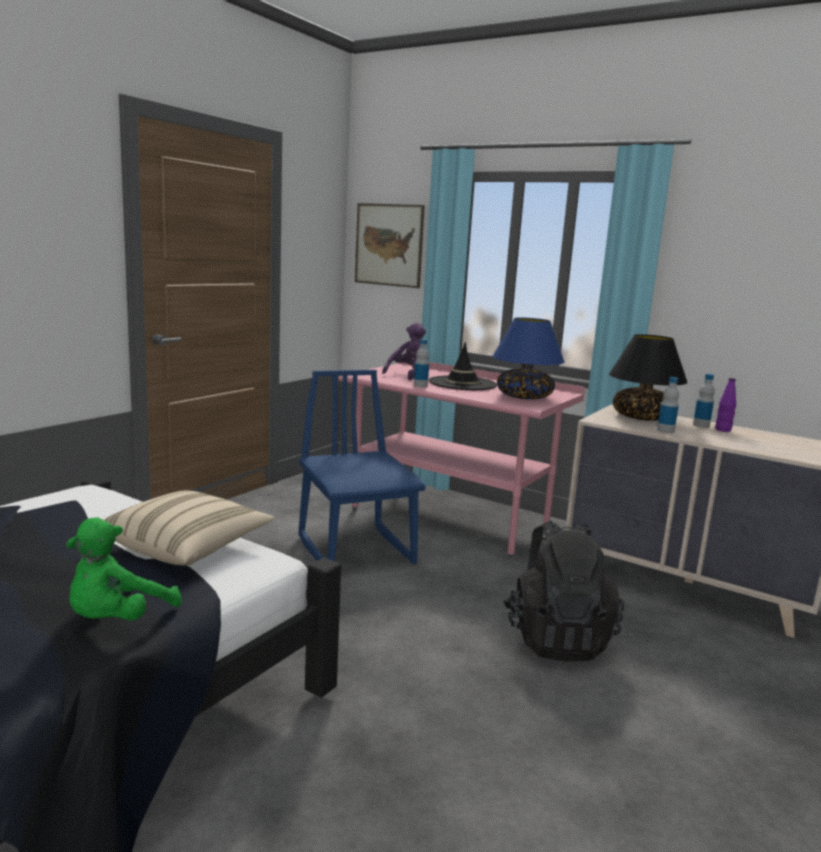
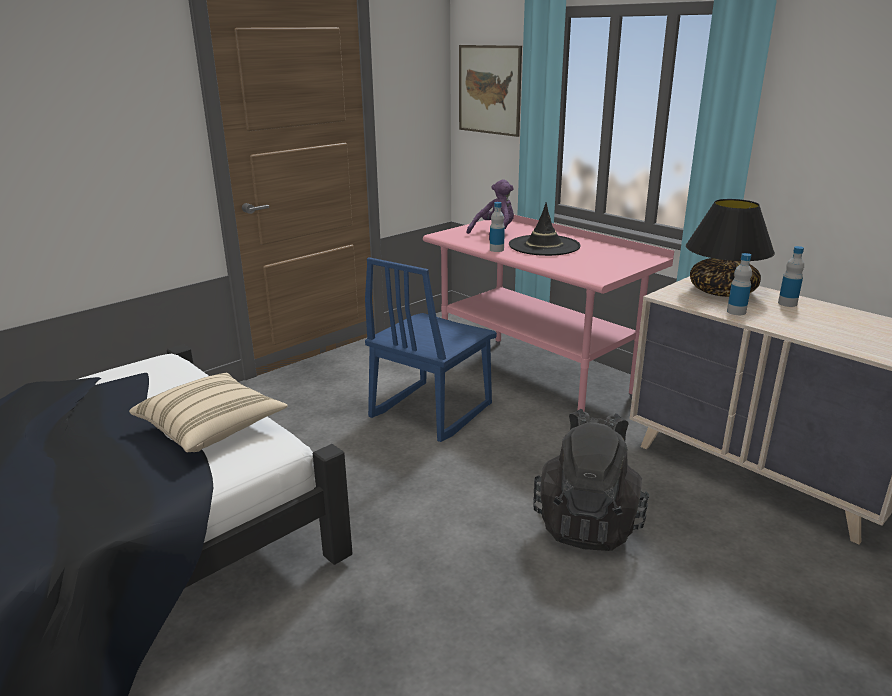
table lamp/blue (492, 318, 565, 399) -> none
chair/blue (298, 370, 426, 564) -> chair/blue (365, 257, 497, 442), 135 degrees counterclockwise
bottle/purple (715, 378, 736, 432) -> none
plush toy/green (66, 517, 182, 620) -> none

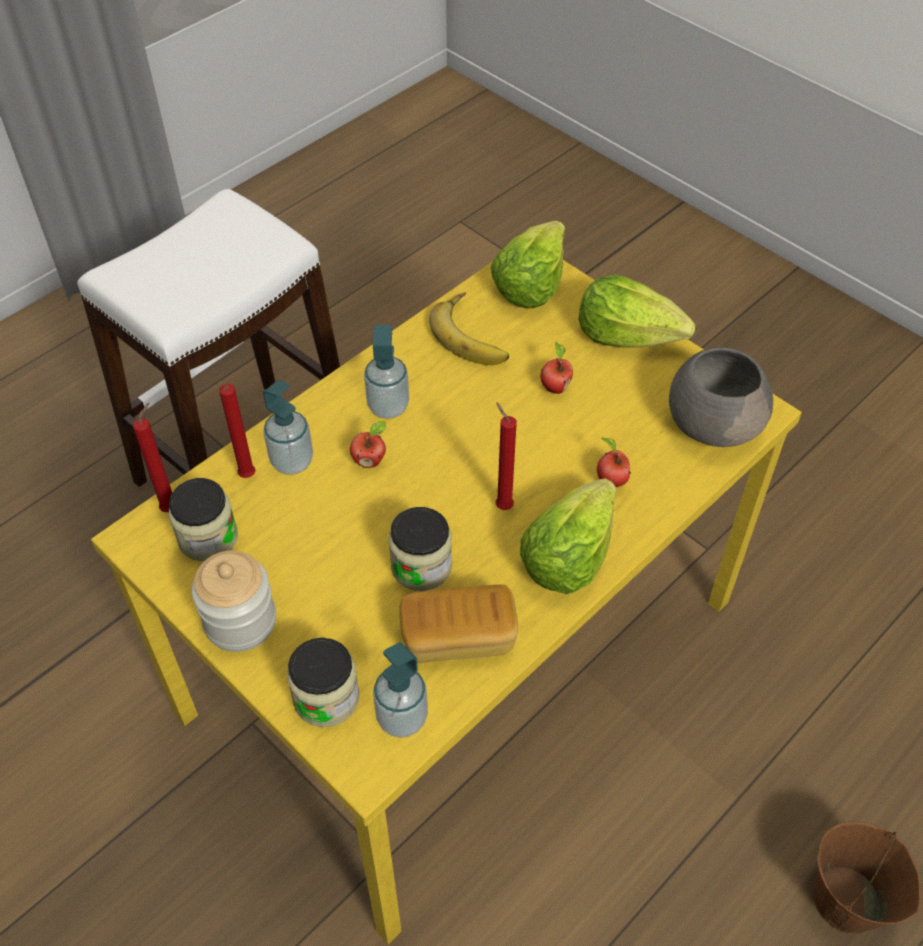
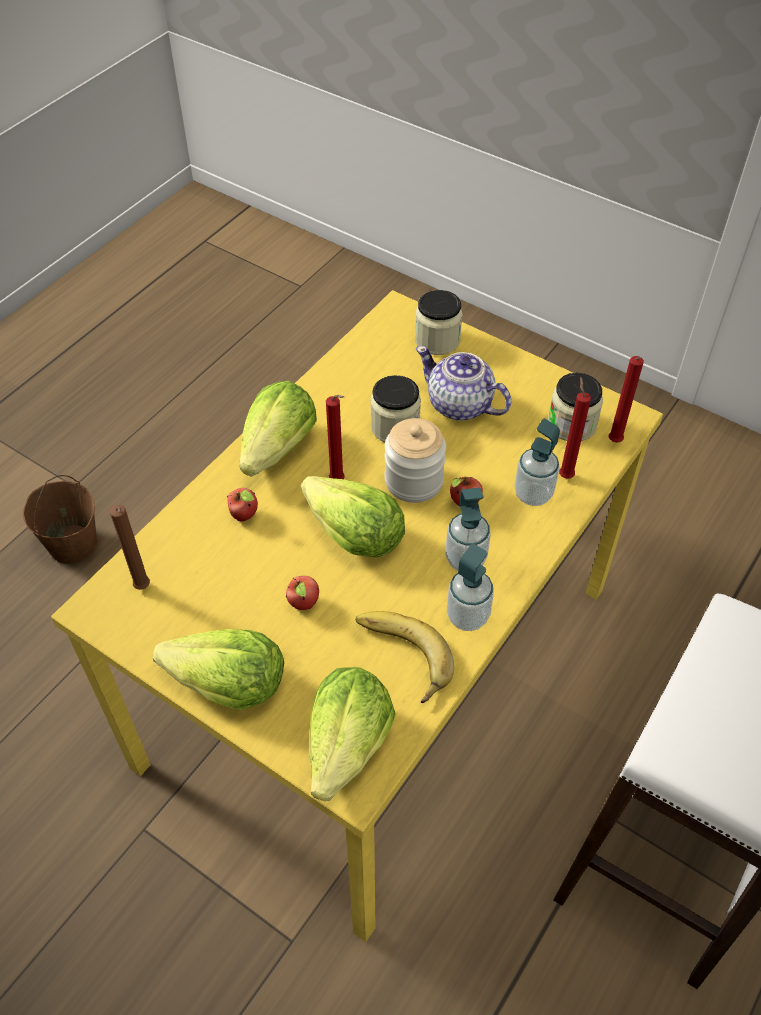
bowl/grey (669, 347, 773, 447) -> candle/brown (110, 505, 150, 590)
jar (192, 550, 276, 652) -> jar (385, 418, 446, 503), move
bread (399, 584, 518, 663) -> none
soap dispenser (373, 642, 428, 738) -> soap dispenser (447, 544, 494, 631), move
none -> teapot (416, 346, 511, 421)
none -> lettuce (301, 476, 405, 558)

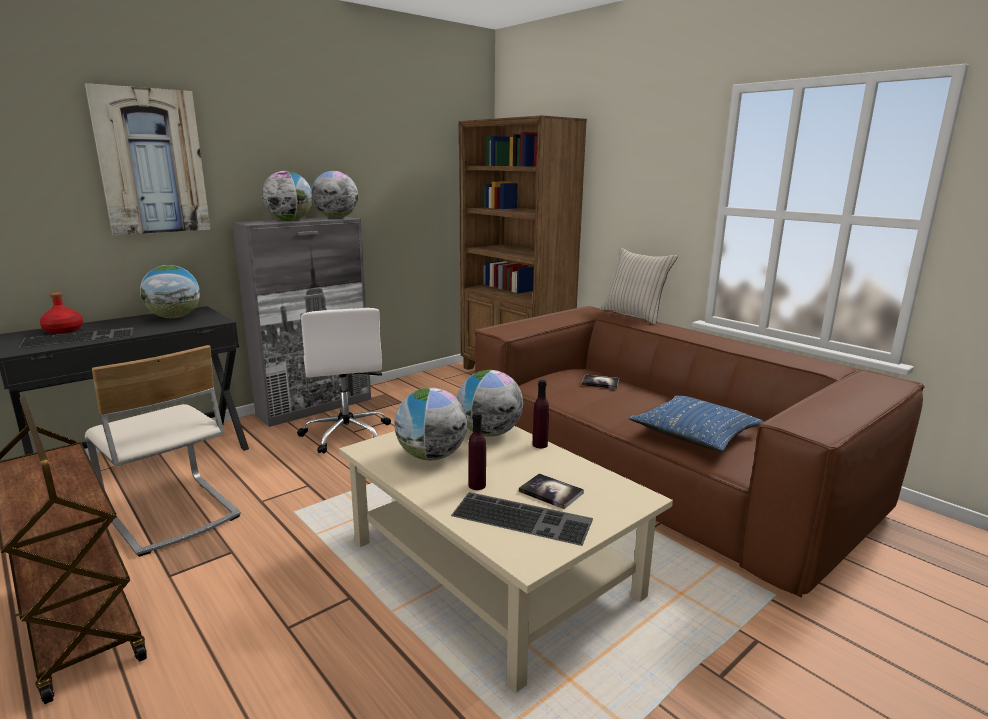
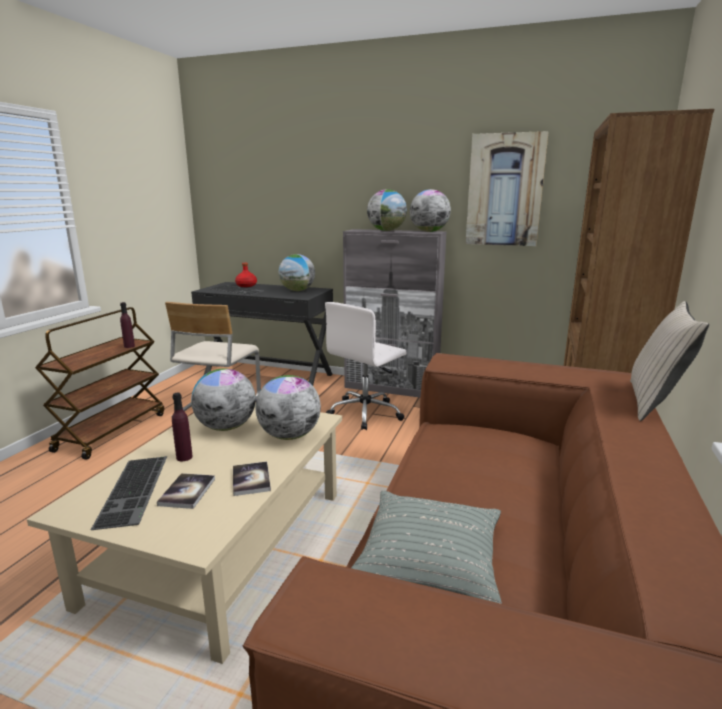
picture (85, 83, 211, 235) -> picture (465, 131, 549, 246), move
book (582, 375, 619, 389) -> book (233, 462, 271, 496), move
bottle/purple (533, 380, 549, 448) -> bottle/purple (120, 302, 135, 348), move
pillow/blue (629, 395, 764, 451) -> pillow/grey (351, 491, 502, 604)

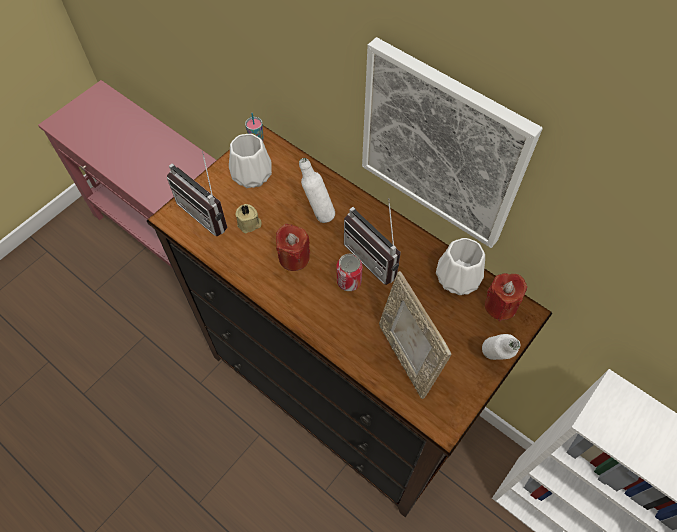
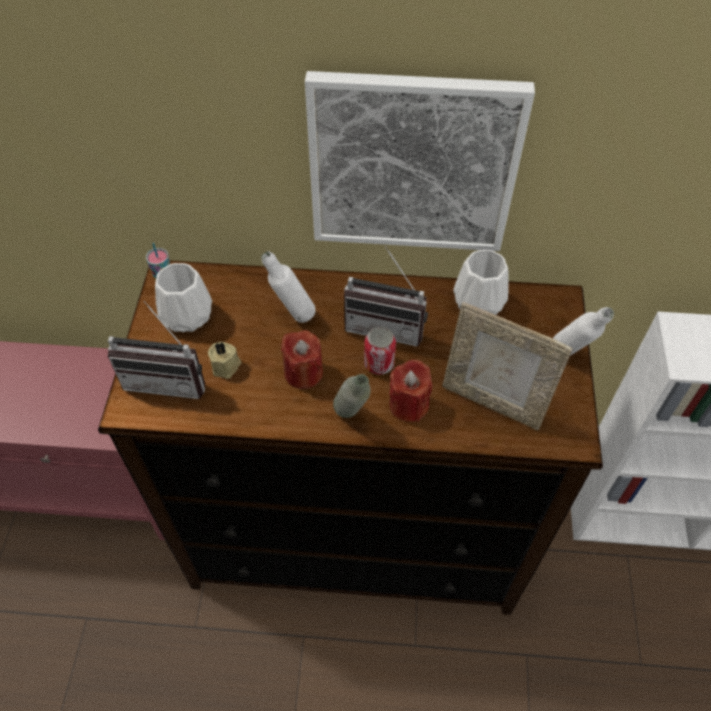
candle/red (485, 273, 527, 321) -> candle/red (389, 360, 432, 422), move
none -> bottle/grey (333, 374, 371, 418)

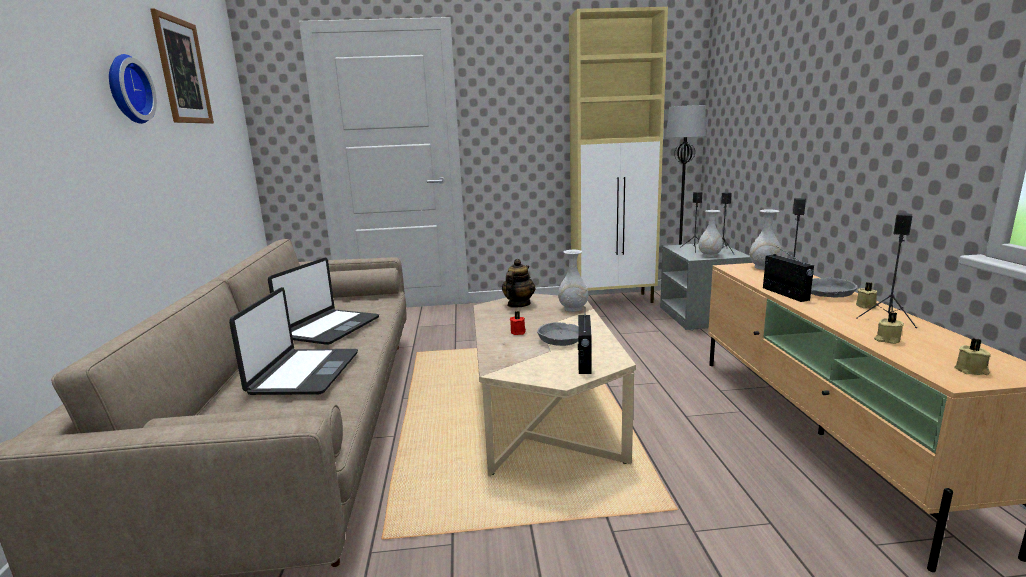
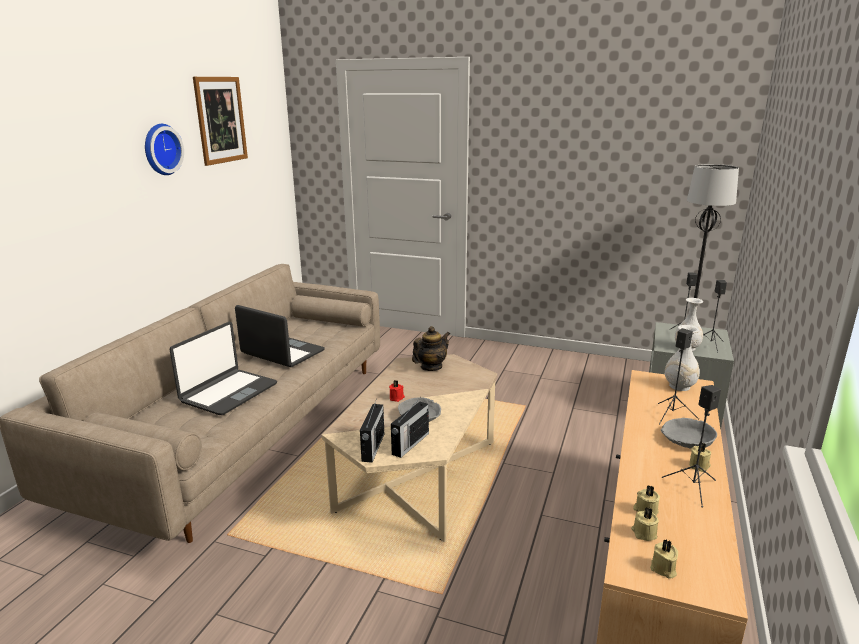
cabinet/beige (569, 7, 668, 303) -> none
radio (763, 246, 814, 302) -> radio (360, 401, 384, 463), move
vase/white (558, 250, 588, 312) -> none
laptop (268, 258, 379, 345) -> laptop (235, 305, 325, 367), 105 degrees counterclockwise
none -> candle/beige (631, 507, 659, 541)

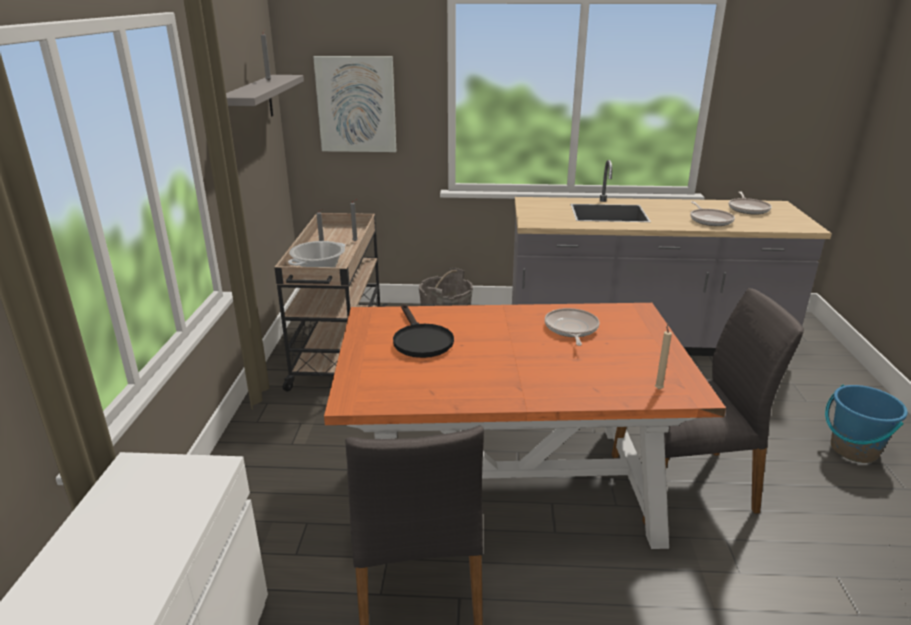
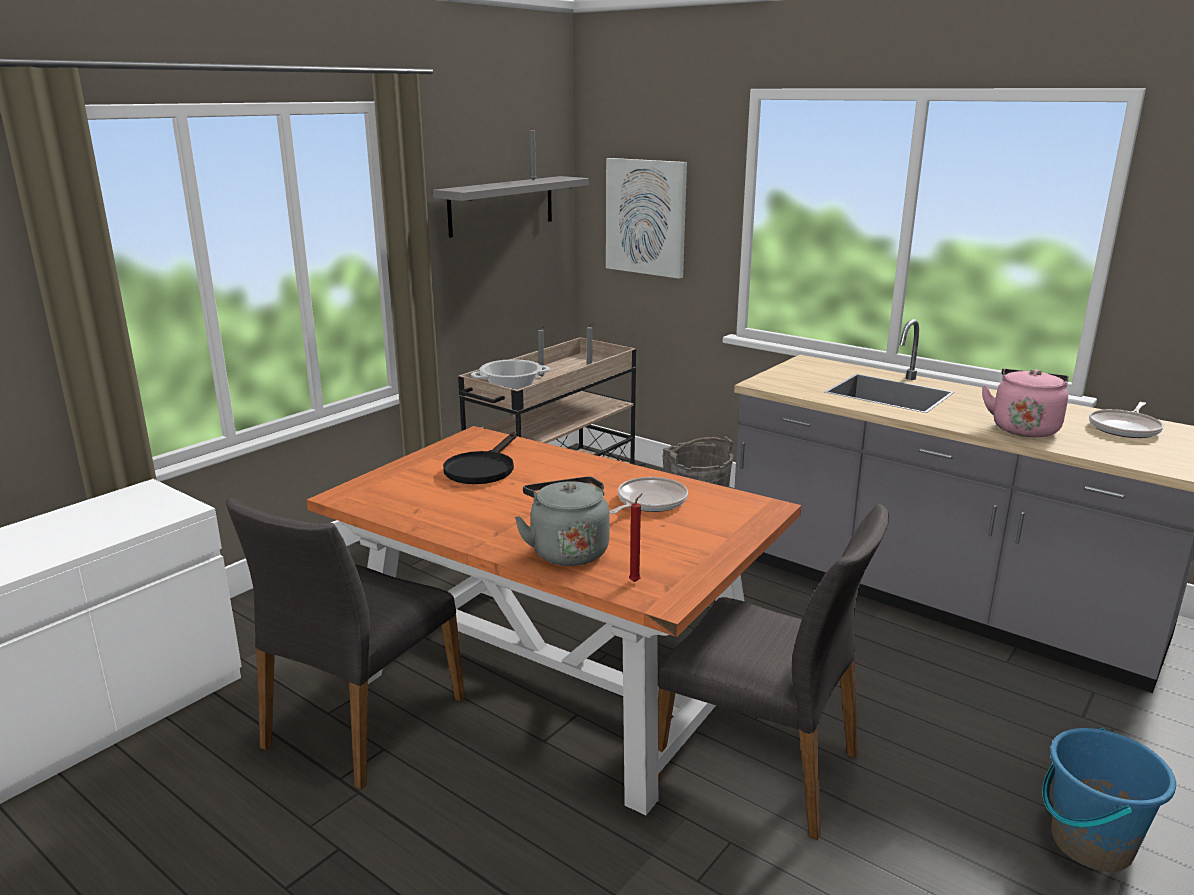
frying pan (690, 201, 735, 226) -> kettle/pink (982, 369, 1069, 437)
candle/beige (655, 323, 672, 389) -> candle/red (629, 493, 643, 582)
none -> kettle/grey (515, 477, 610, 566)

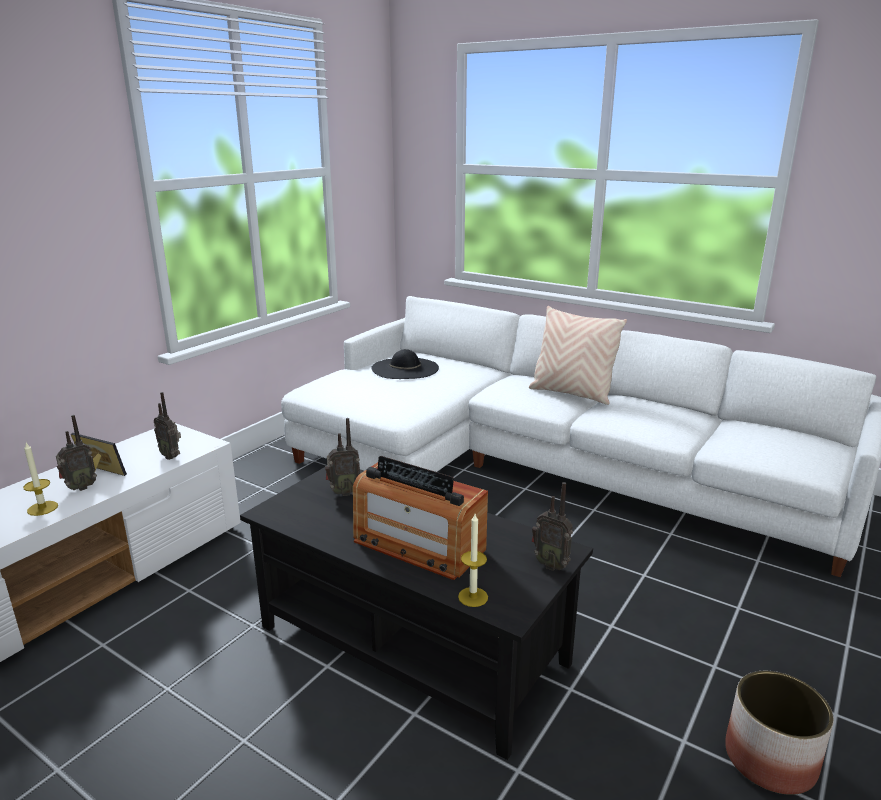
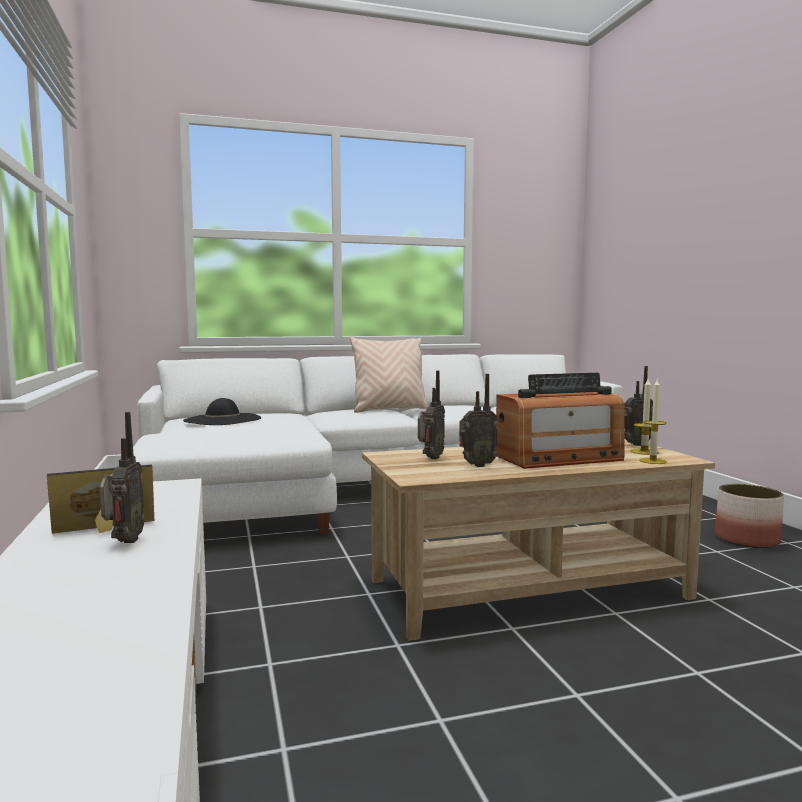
radio (153, 392, 181, 460) -> radio (459, 374, 498, 467), move
candle (23, 443, 58, 516) -> candle (630, 379, 659, 455), move
coffee table/black (240, 467, 593, 760) -> coffee table/beige (362, 437, 715, 641)

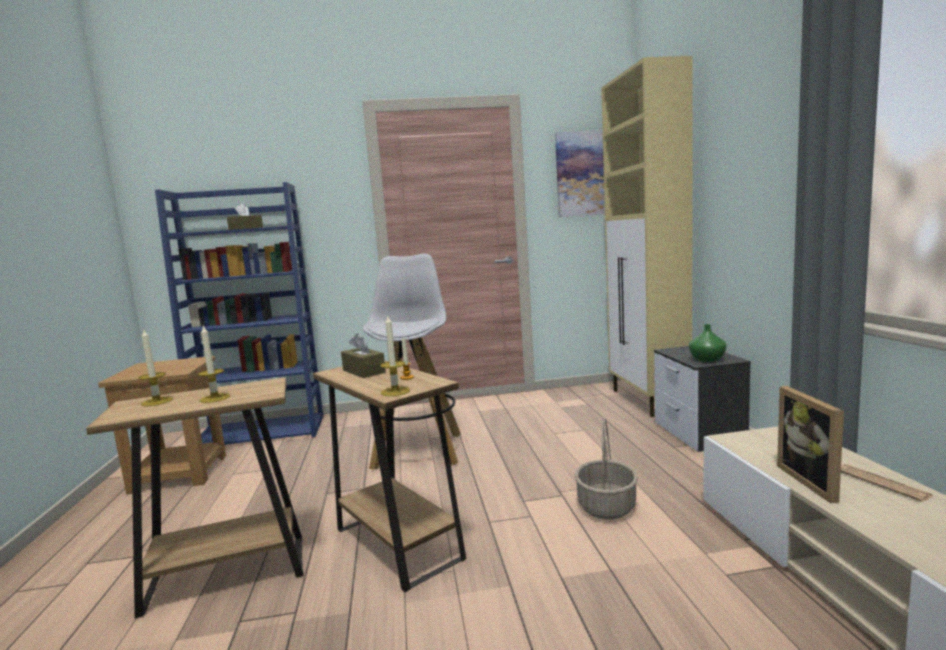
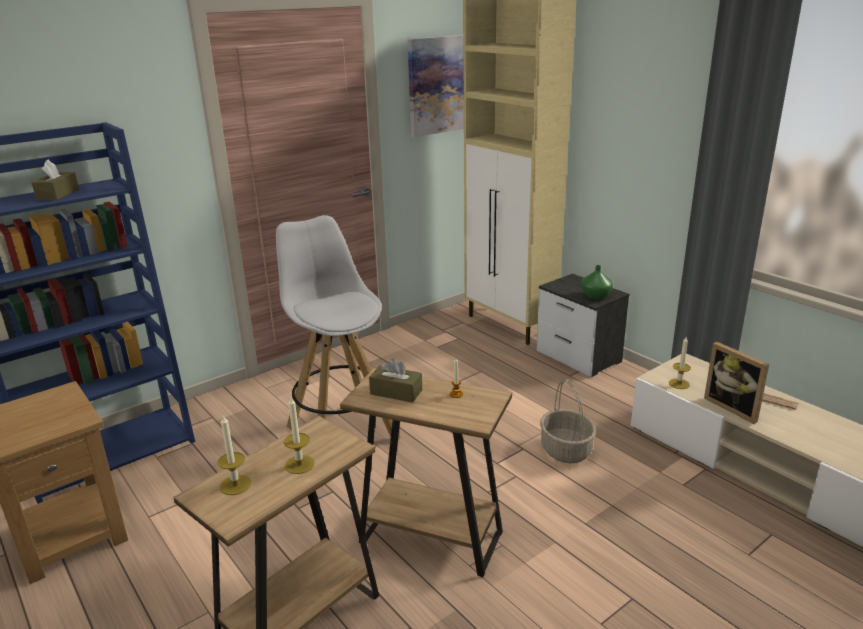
candle (380, 314, 410, 396) -> candle (669, 337, 691, 389), move

